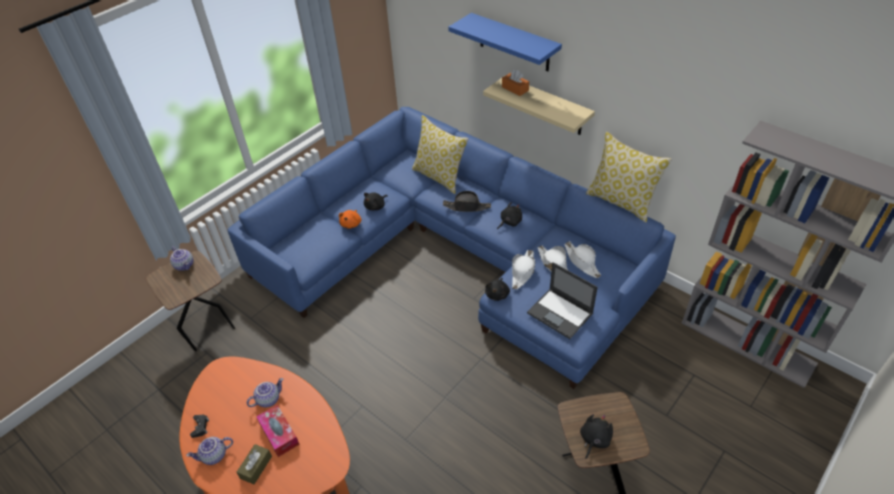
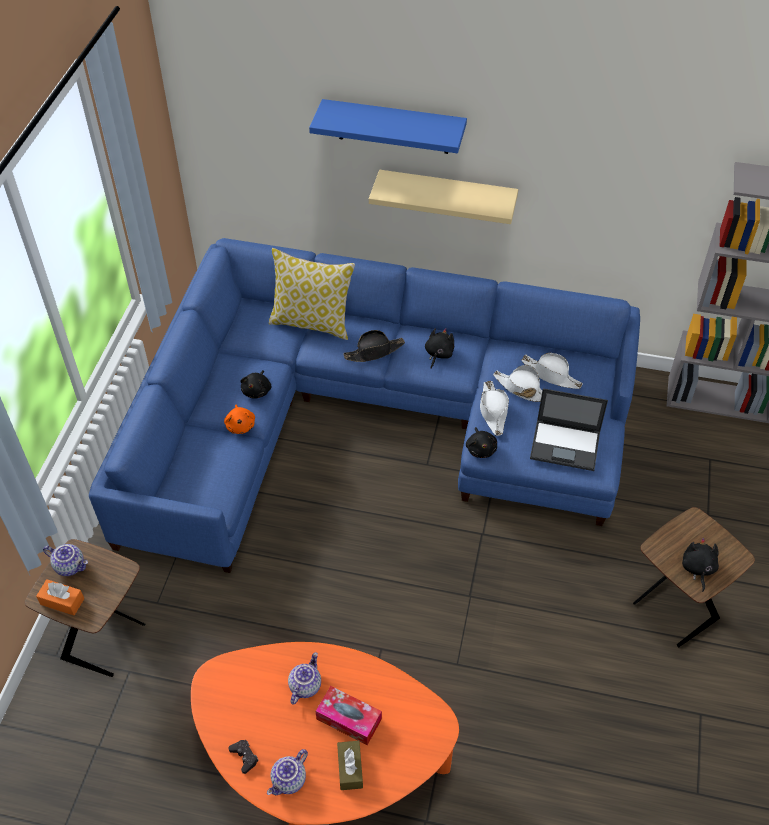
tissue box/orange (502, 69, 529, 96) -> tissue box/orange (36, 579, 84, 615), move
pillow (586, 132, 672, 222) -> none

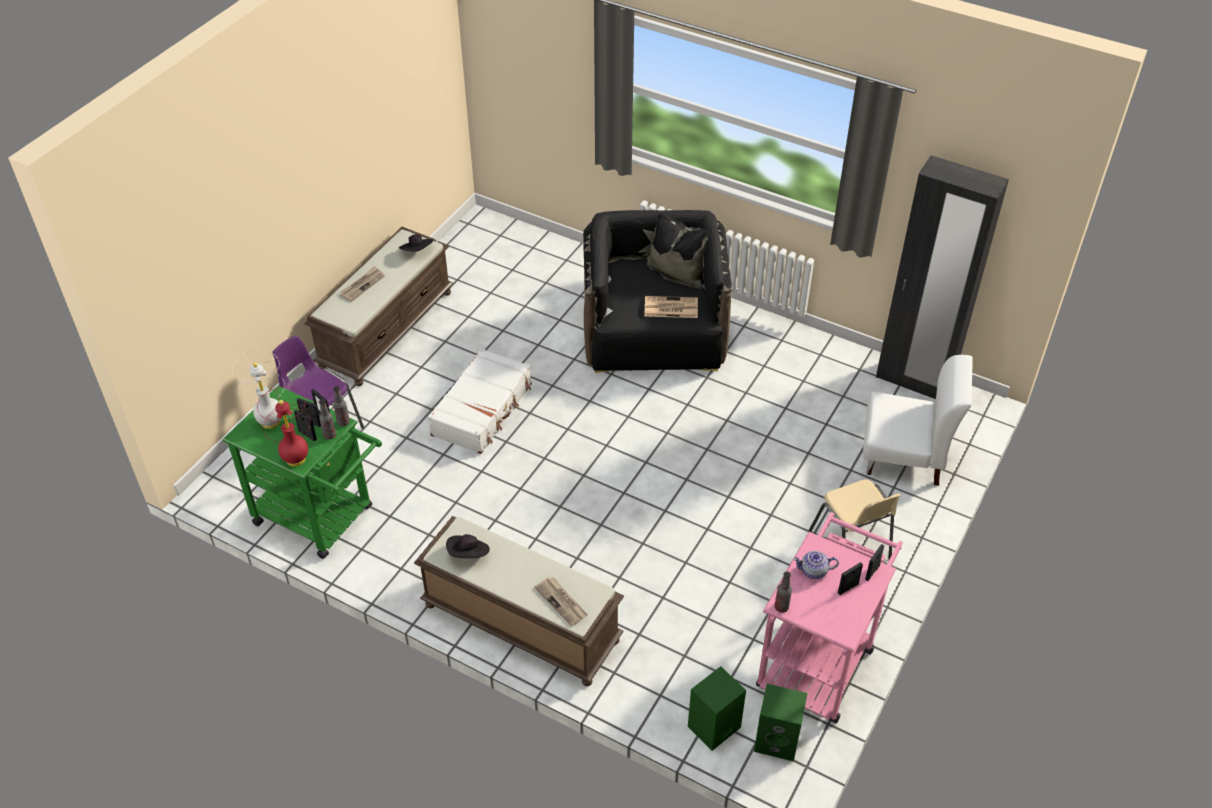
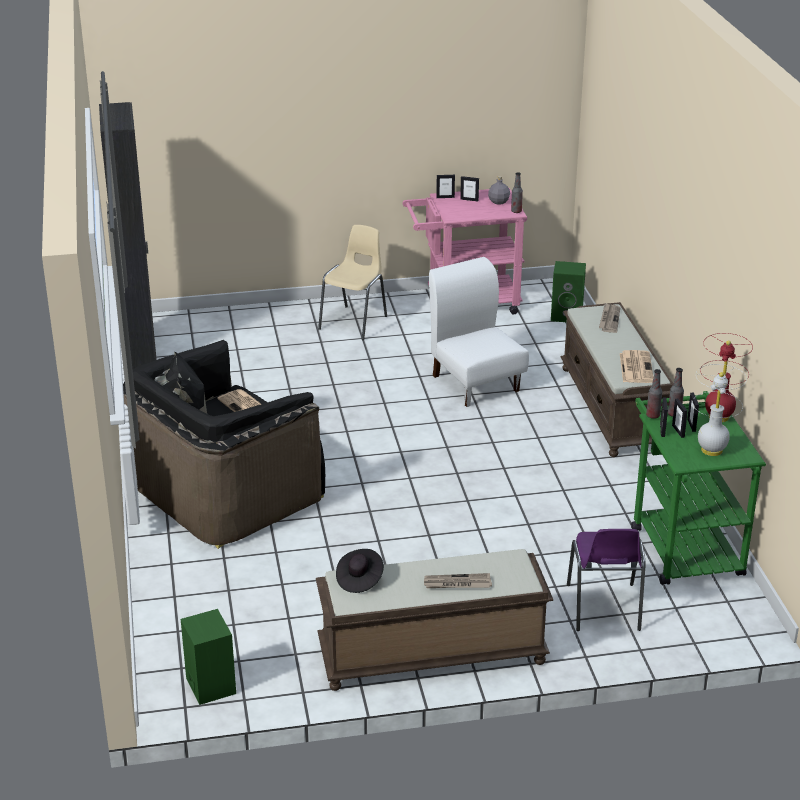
suitcase/white (428, 348, 532, 454) -> none
chair/white (863, 355, 973, 486) -> chair/white (429, 257, 529, 407), move
hat/black (446, 534, 490, 558) -> newspaper (620, 350, 654, 383)
teapot (793, 551, 839, 579) -> none
speaker/green (754, 684, 808, 762) -> speaker/green (181, 609, 236, 705), move
none -> bottle/grey (488, 176, 510, 205)

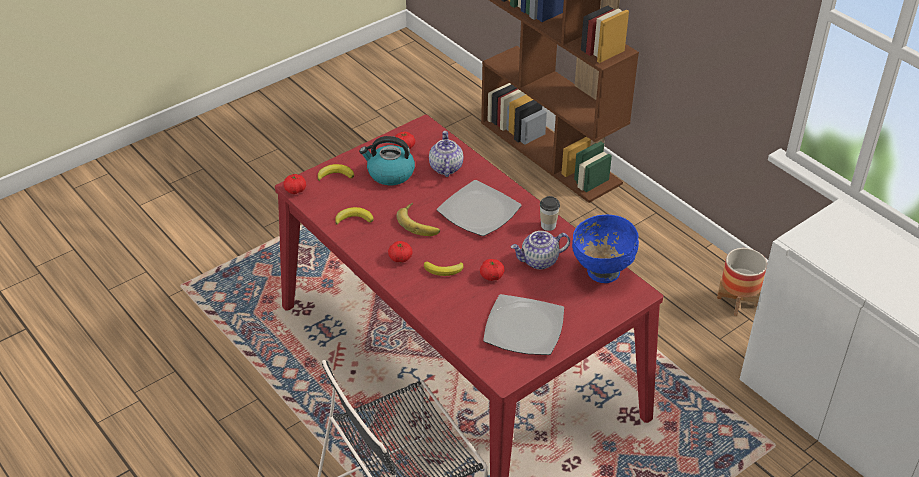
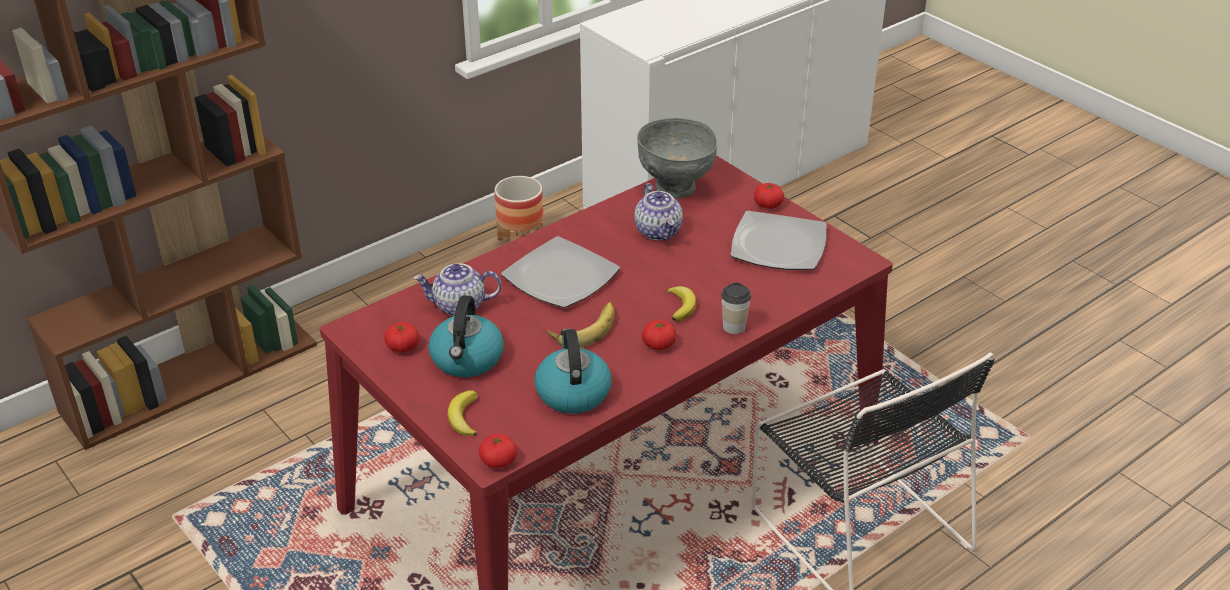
cup (540, 196, 560, 231) -> cup (721, 283, 751, 334), move
banana (336, 207, 374, 225) -> kettle (535, 329, 612, 413)
bowl/blue (572, 215, 639, 283) -> bowl/grey (637, 118, 717, 198)
tomato (480, 259, 504, 281) -> tomato (754, 183, 784, 209), move

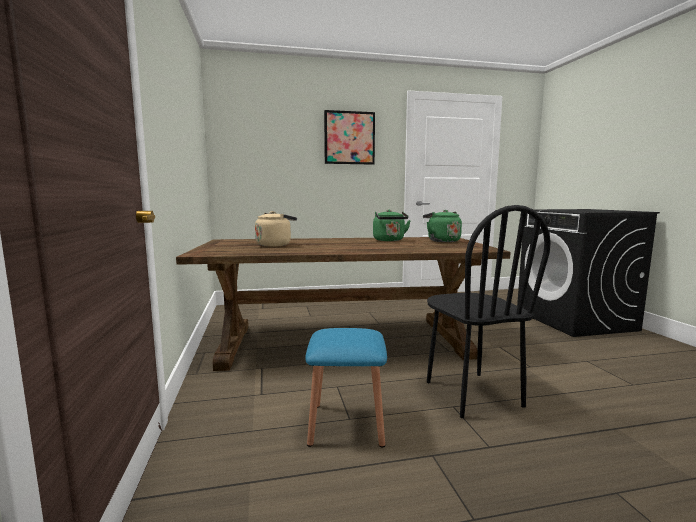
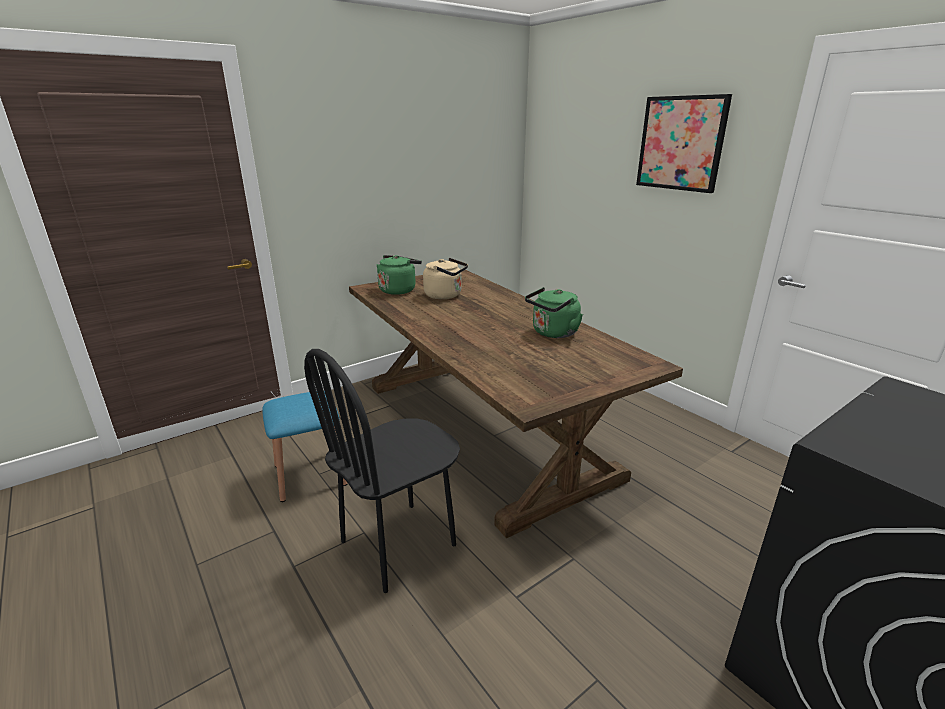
kettle/green (423, 210, 462, 242) -> kettle/green (376, 255, 422, 295), move

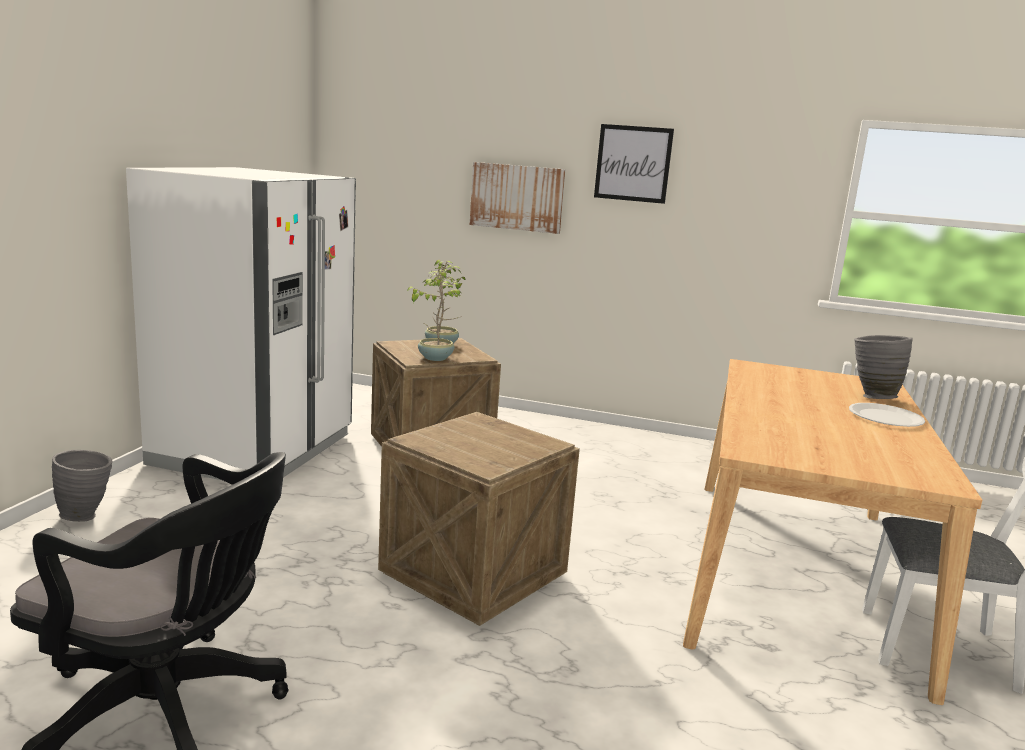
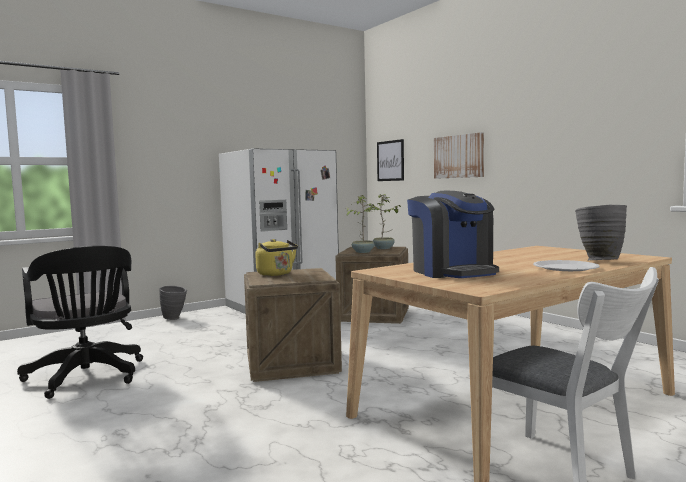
picture (594, 124, 674, 204) -> picture (377, 139, 404, 181), move
none -> coffee machine (407, 191, 499, 278)
none -> kettle/yellow (255, 239, 298, 276)

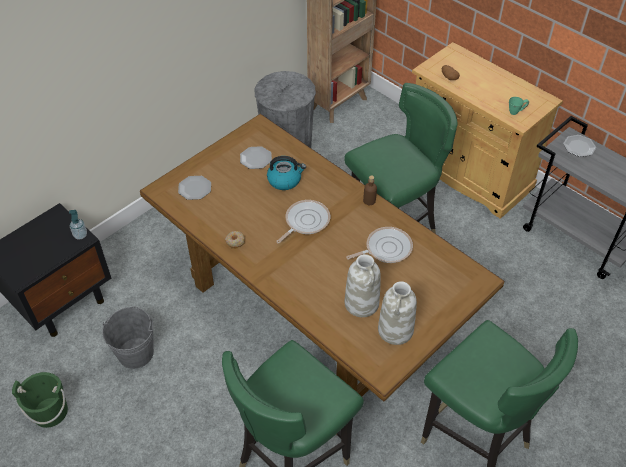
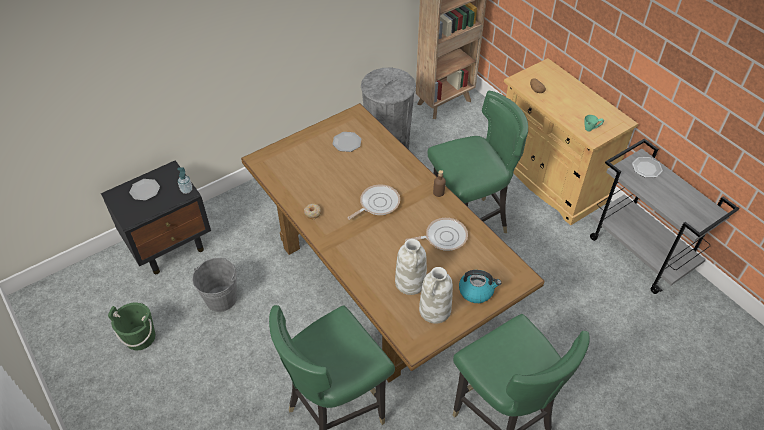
kettle (267, 156, 306, 190) -> kettle (459, 270, 501, 303), move
plate (178, 176, 211, 200) -> plate (129, 179, 160, 200), move

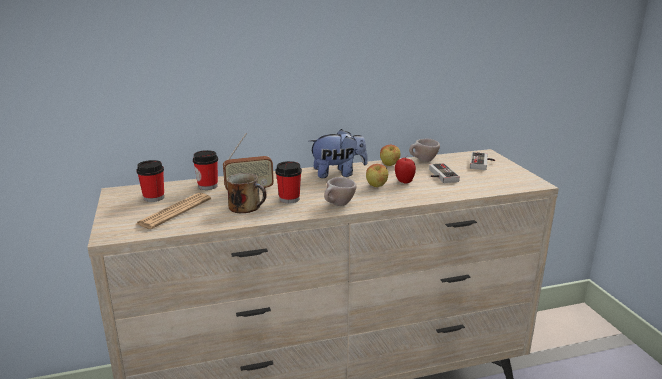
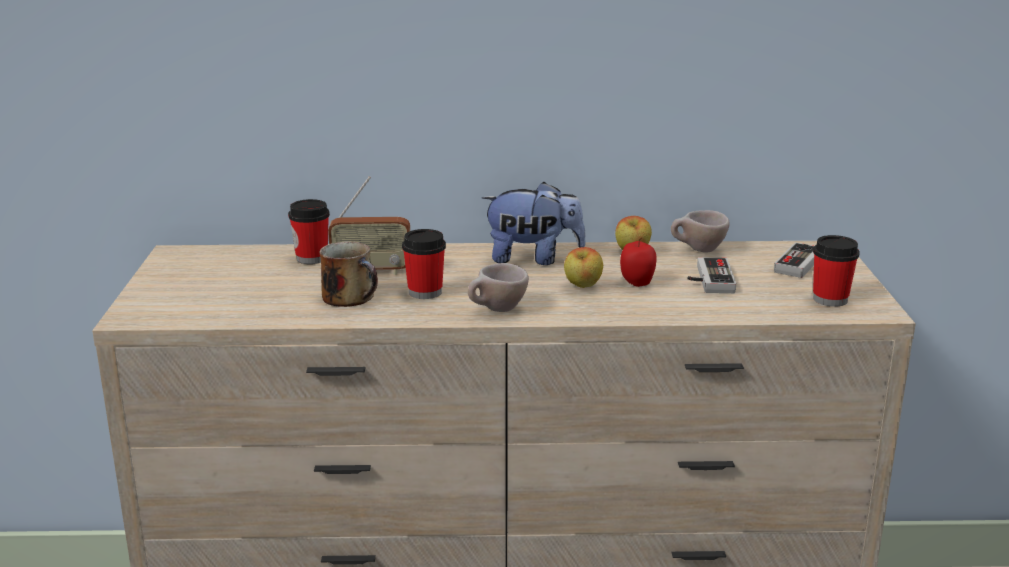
cup (136, 160, 164, 202) -> cup (813, 235, 860, 307), move
newspaper (136, 193, 211, 229) -> none

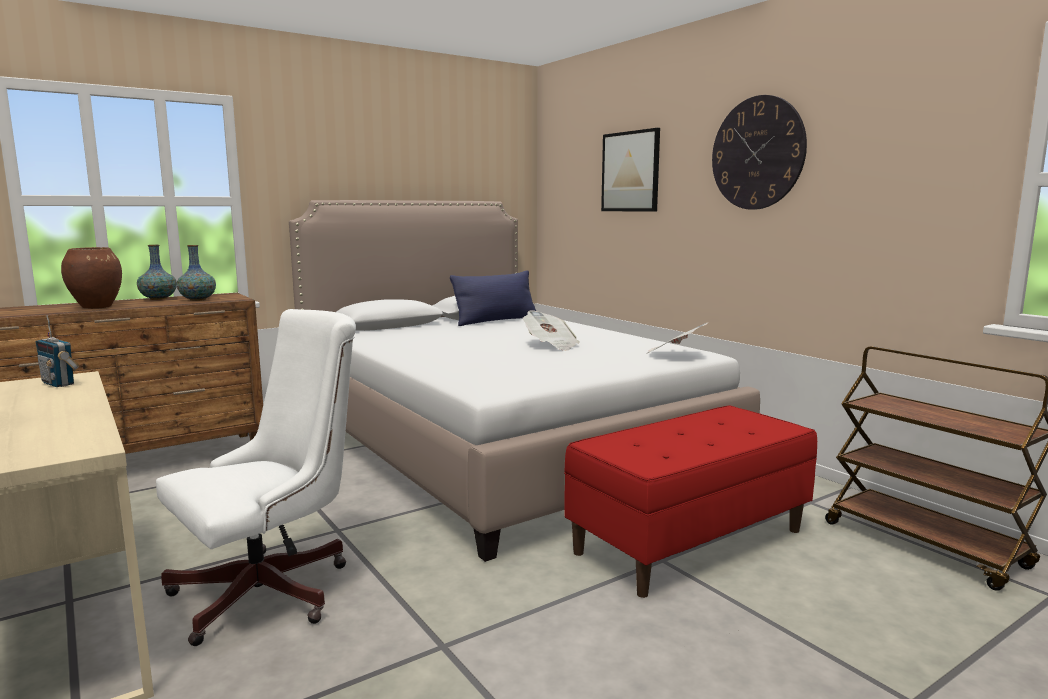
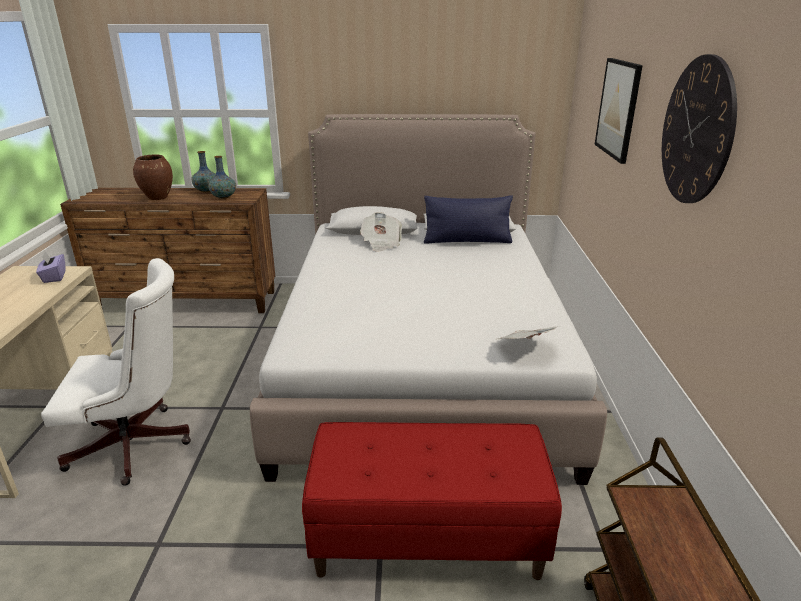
newspaper (523, 310, 580, 351) -> newspaper (360, 212, 402, 252), move
radio (36, 315, 80, 387) -> tissue box/purple (36, 251, 66, 283)

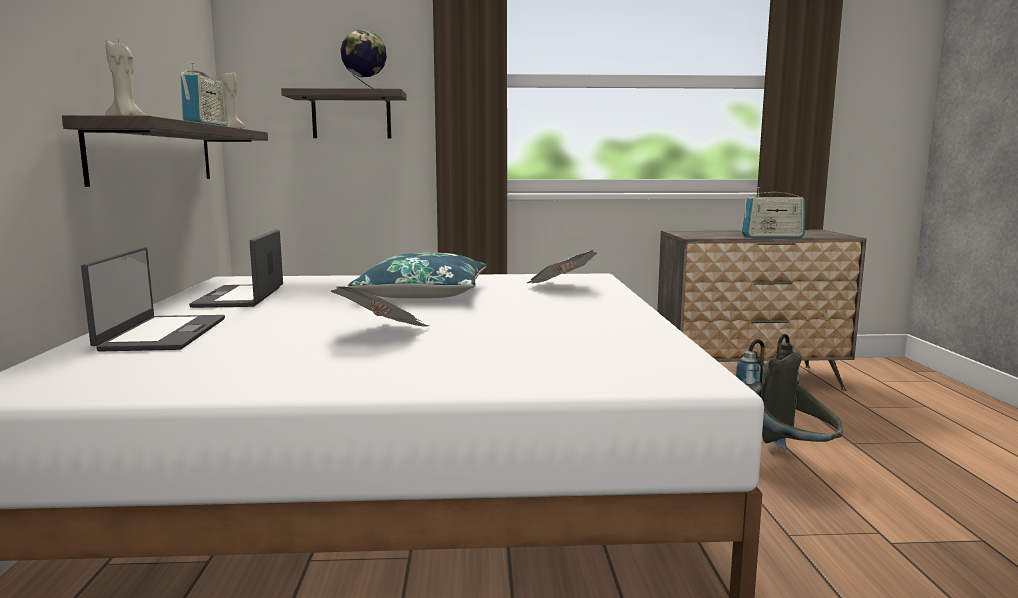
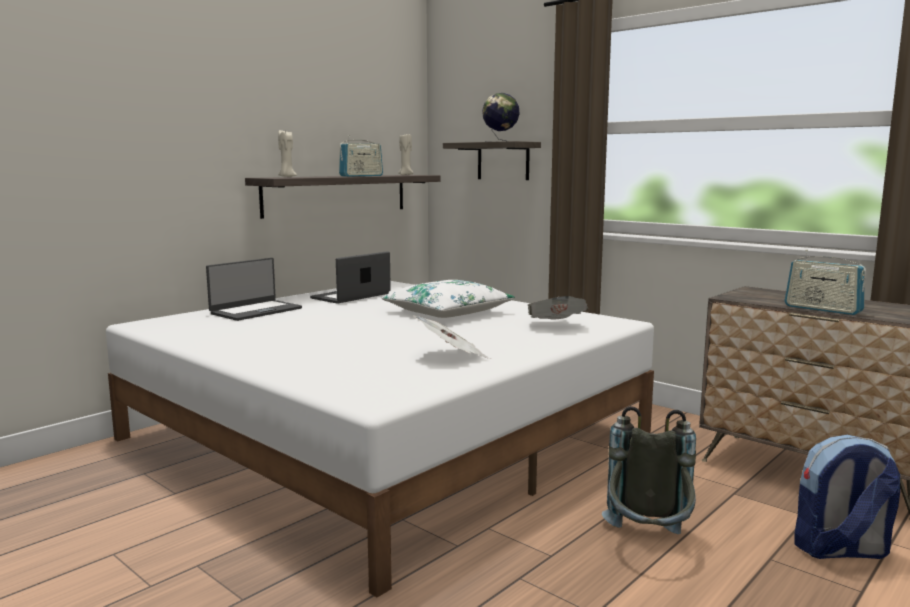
pillow/blue (348, 253, 486, 298) -> pillow/white (381, 280, 515, 318)
newspaper (331, 286, 429, 327) -> newspaper (412, 315, 491, 359), move
none -> backpack (794, 435, 900, 559)

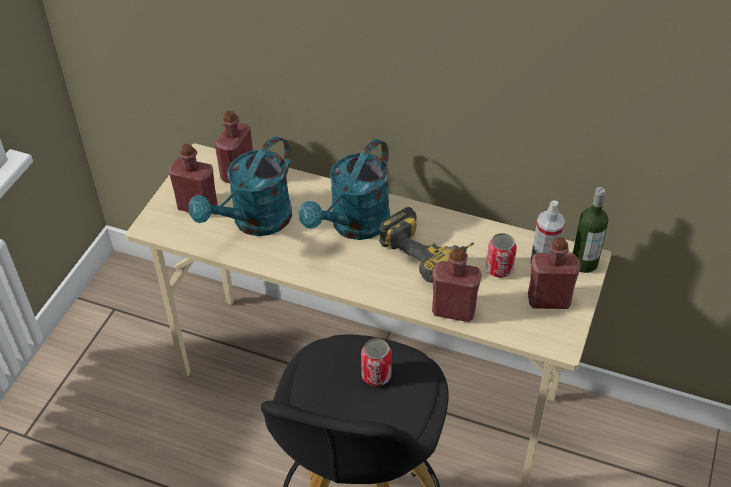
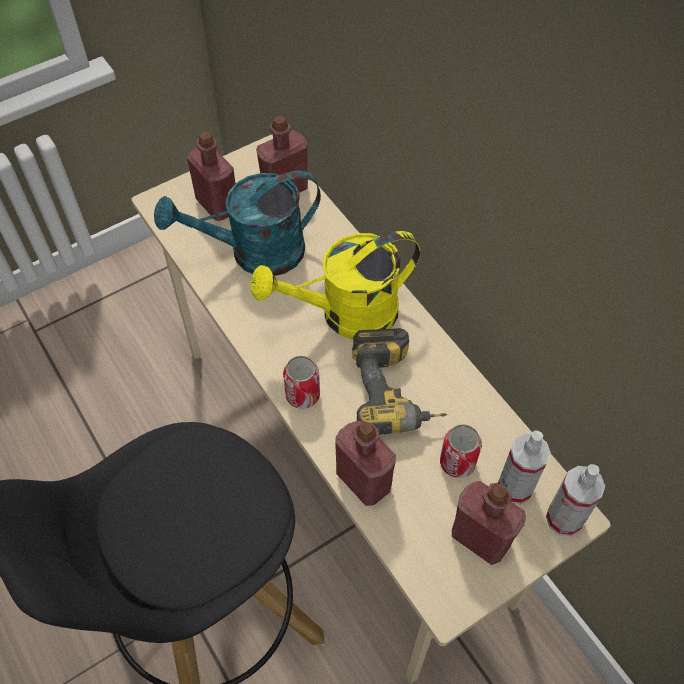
watering can/turquoise (299, 139, 390, 240) -> watering can/yellow (251, 231, 420, 340)
bottle (573, 187, 608, 273) -> spray bottle (546, 464, 605, 536)
can (361, 338, 392, 386) -> can (283, 356, 320, 409), move

